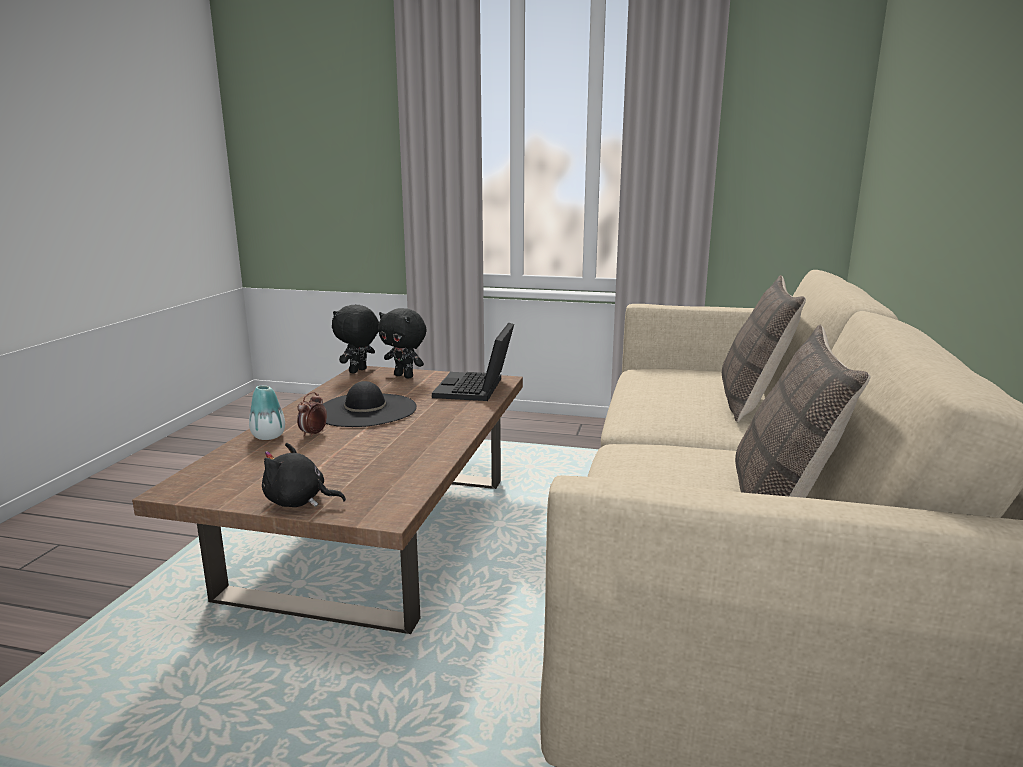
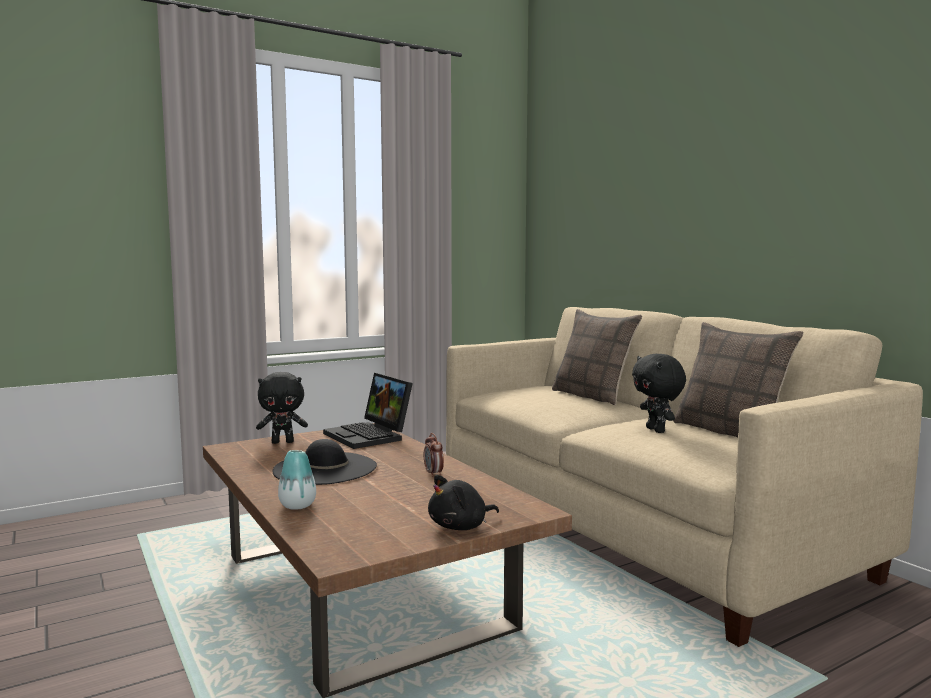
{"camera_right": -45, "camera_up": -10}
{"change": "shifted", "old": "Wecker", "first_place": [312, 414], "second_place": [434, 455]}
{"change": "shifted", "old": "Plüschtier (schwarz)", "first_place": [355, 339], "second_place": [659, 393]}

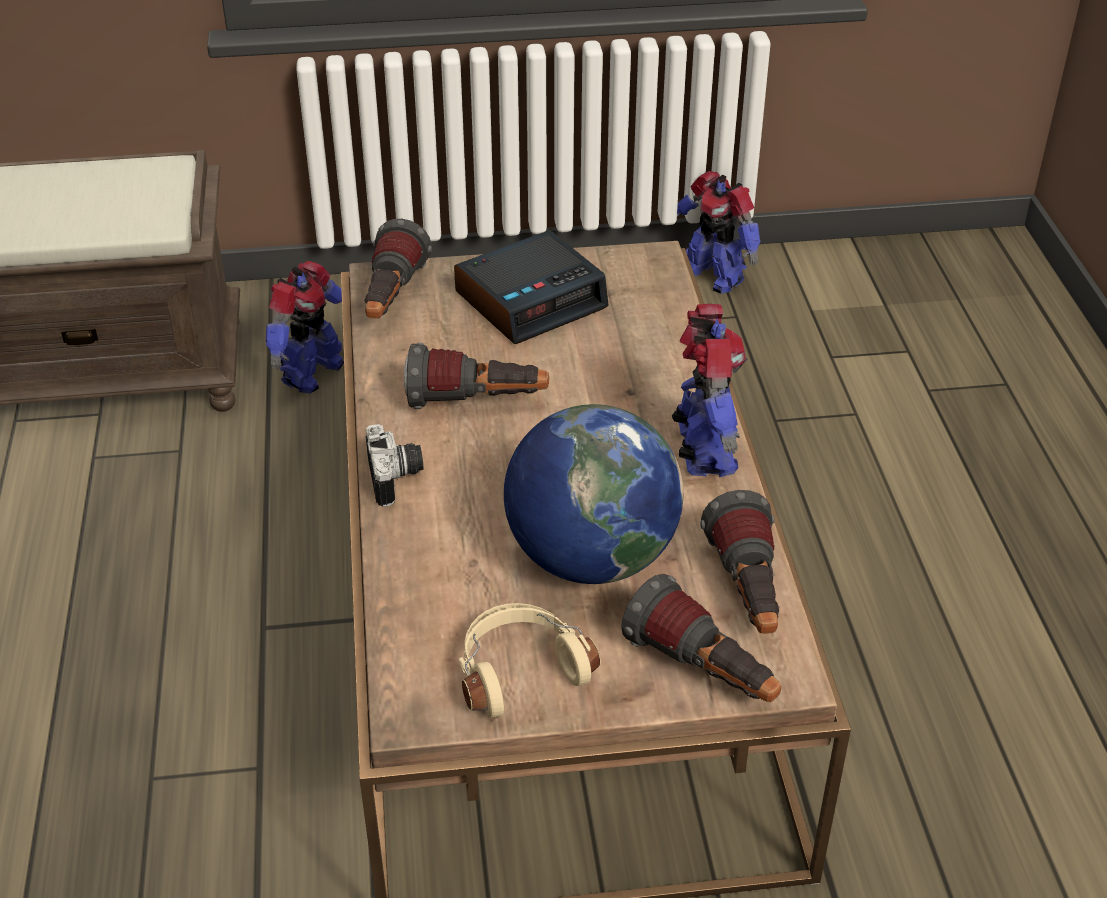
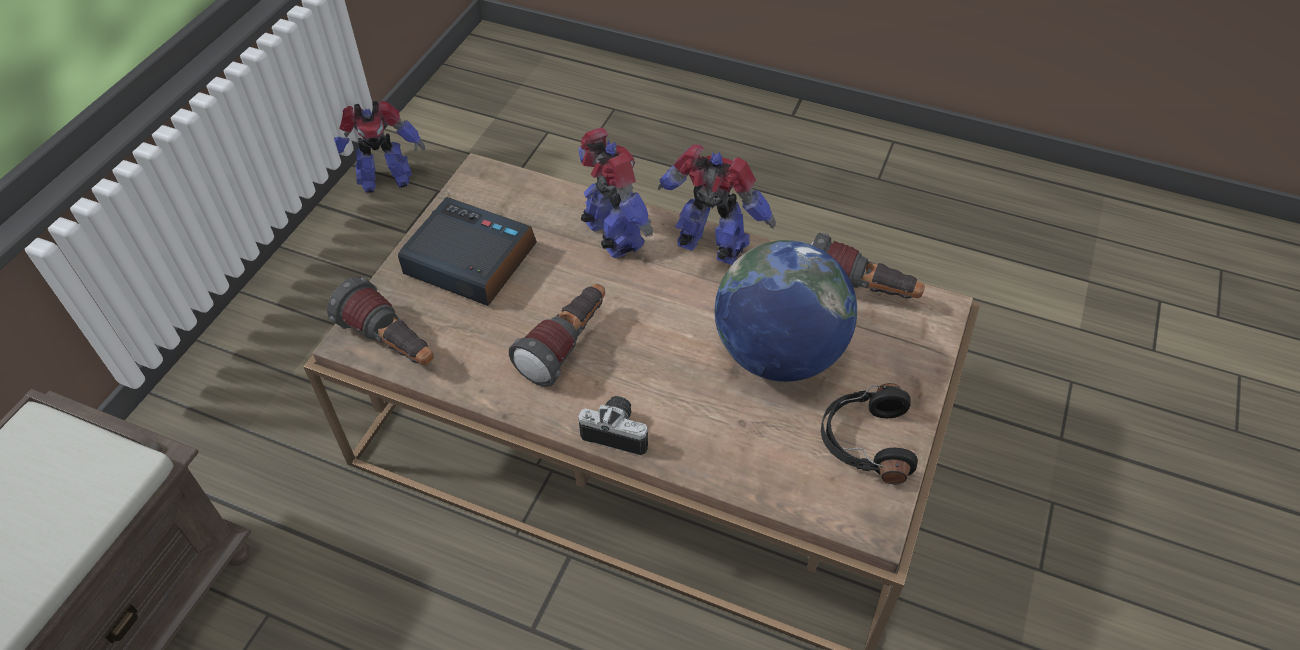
{"camera_right": -60, "camera_up": 10}
{"change": "shifted", "old": "Spielzeugroboter", "first_place": [305, 327], "second_place": [615, 193]}
{"change": "rotated", "old": "Wecker", "first_place": [531, 287], "second_place": [467, 251], "degrees": -60}
{"change": "repainted", "old": "Kopfhörer (beige)", "new": "Kopfhörer (schwarz)", "first_place": [529, 660], "second_place": [869, 433]}
{"change": "gone", "old": "Taschenlampe", "first_place": [701, 638]}

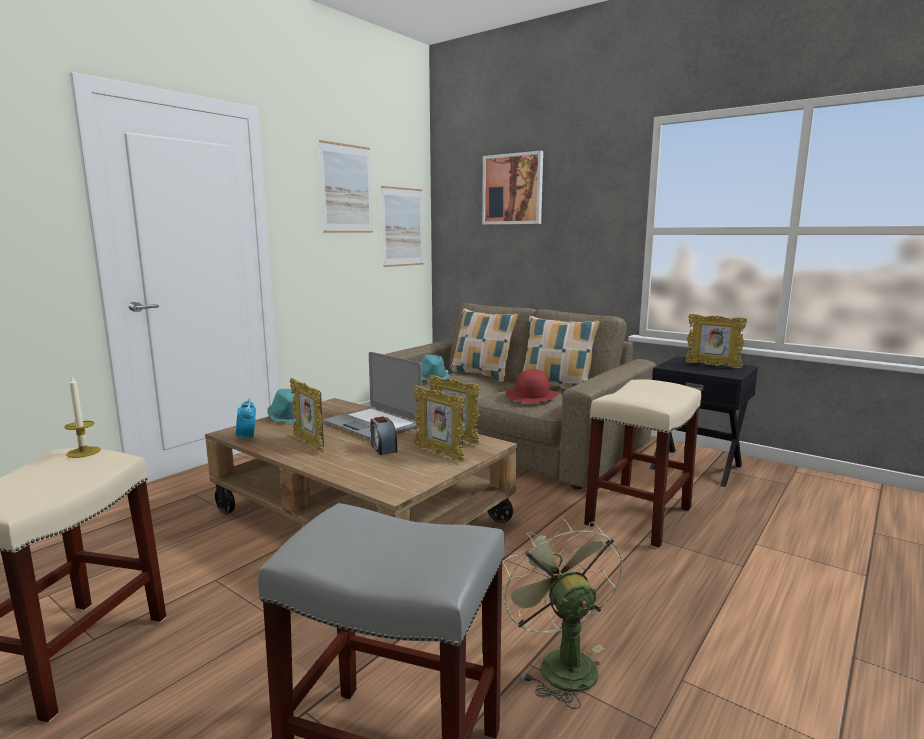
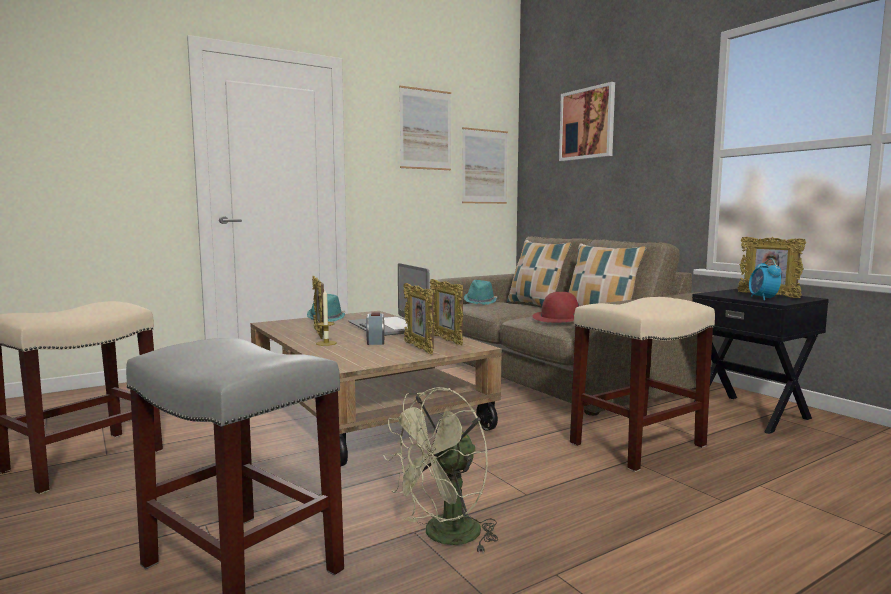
{"camera_right": 20, "camera_up": -5}
{"change": "shifted", "old": "Kerze", "first_place": [82, 417], "second_place": [326, 318]}
{"change": "shifted", "old": "Wecker", "first_place": [245, 420], "second_place": [765, 279]}
{"change": "rotated", "old": "Ventilator (grün)", "first_place": [562, 613], "second_place": [440, 470], "degrees": -135}

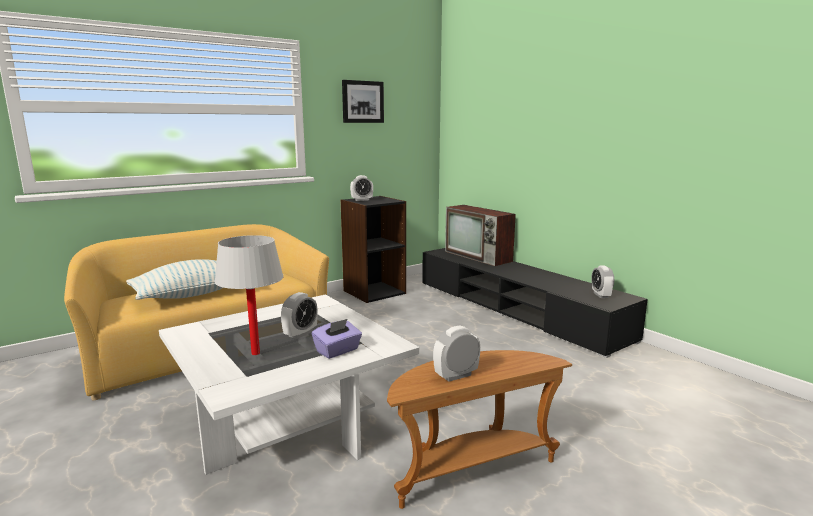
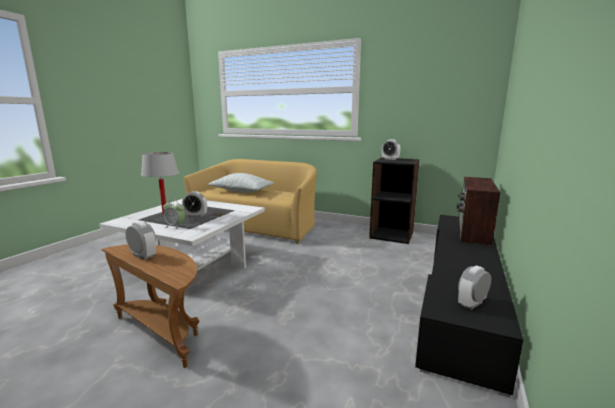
{"camera_right": 60, "camera_up": 0}
{"change": "swapped", "old": "Taschentuchbox (lila)", "new": "Wecker", "first_place": [337, 339], "second_place": [174, 215]}
{"change": "gone", "old": "Bild", "first_place": [363, 101]}

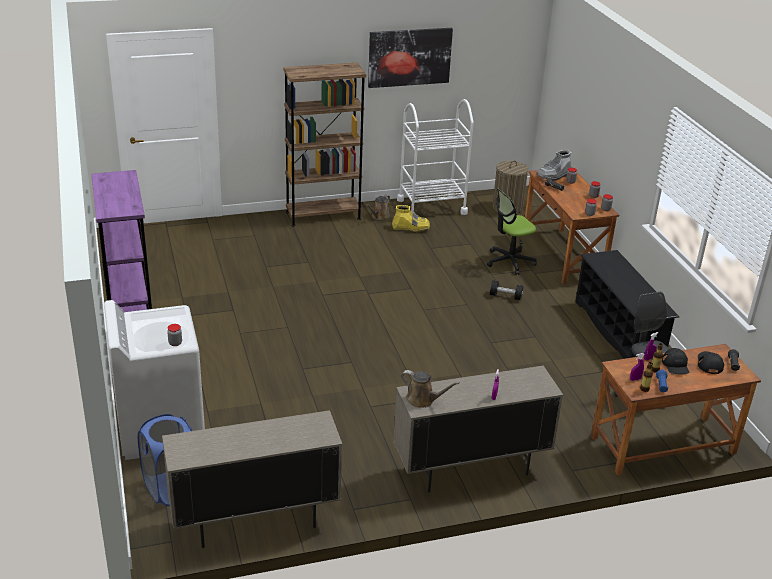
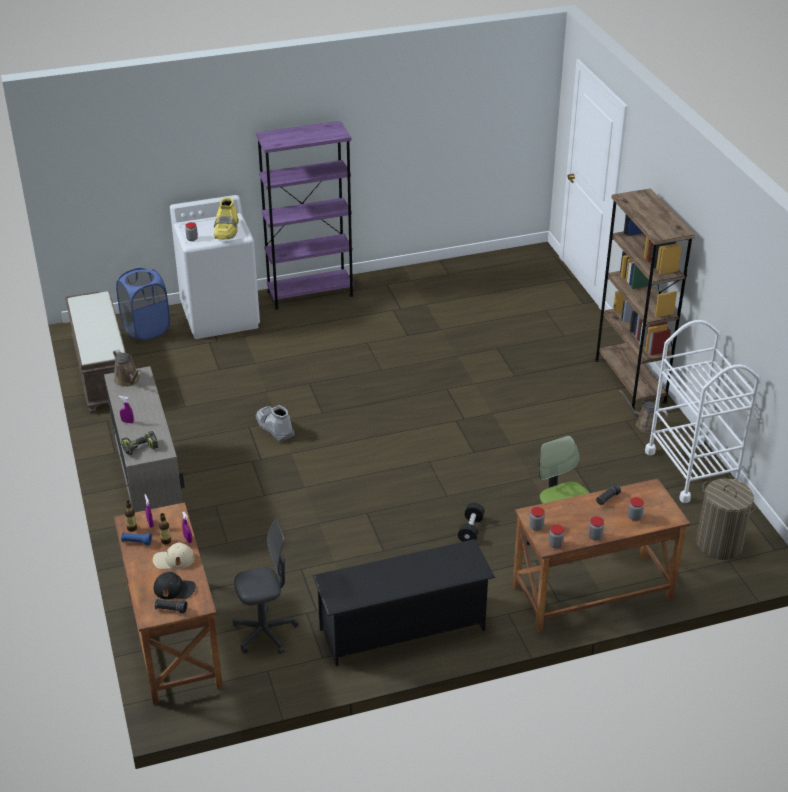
{"camera_right": 90, "camera_up": 5}
{"change": "swapped", "old": "Schrank (beige)", "new": "Bank (braun)", "first_place": [252, 479], "second_place": [95, 352]}
{"change": "gone", "old": "Bild", "first_place": [410, 58]}
{"change": "shifted", "old": "Stiefel (gelb)", "first_place": [411, 218], "second_place": [226, 218]}
{"change": "rotated", "old": "Gießkanne (braun)", "first_place": [430, 389], "second_place": [126, 368], "degrees": -60}
{"change": "shifted", "old": "Stiefel (grau)", "first_place": [554, 165], "second_place": [275, 423]}
{"change": "repainted", "old": "Kappe (schwarz)", "new": "Kappe (beige)", "first_place": [675, 361], "second_place": [174, 556]}
{"change": "new", "new": "Bohrmaschine", "second_place": [140, 443]}

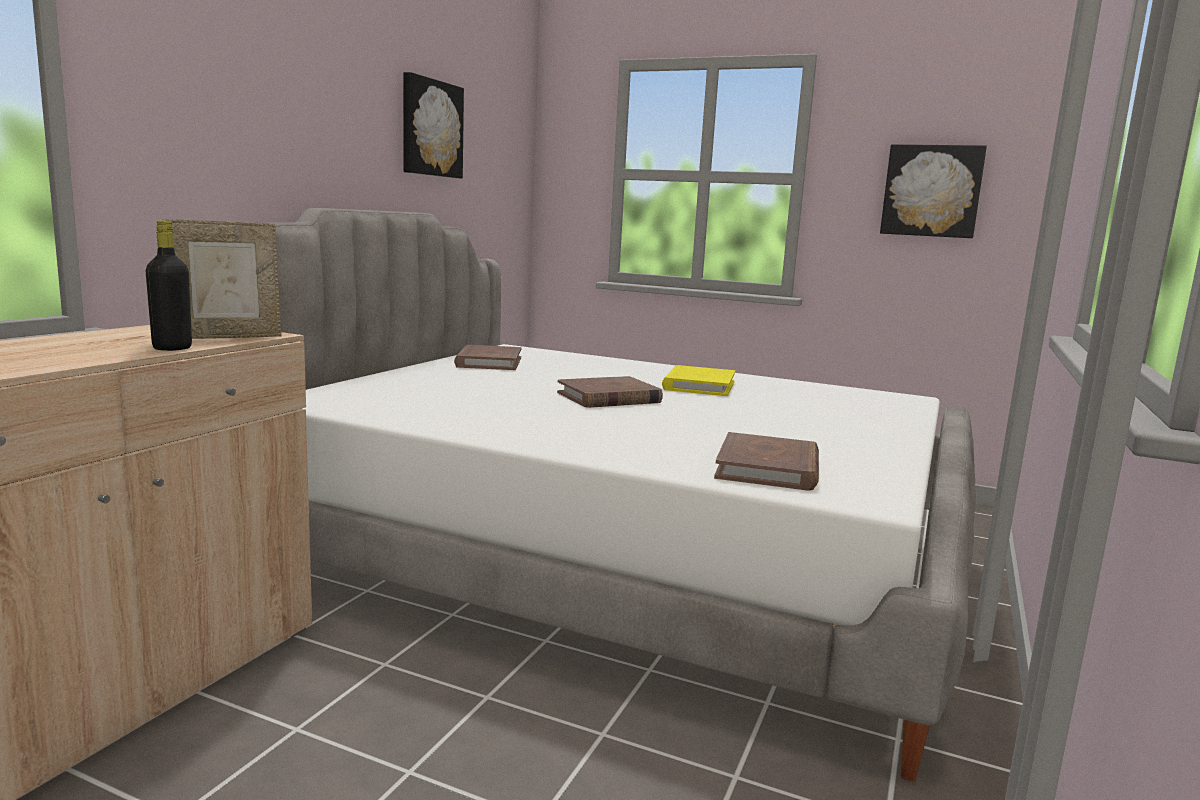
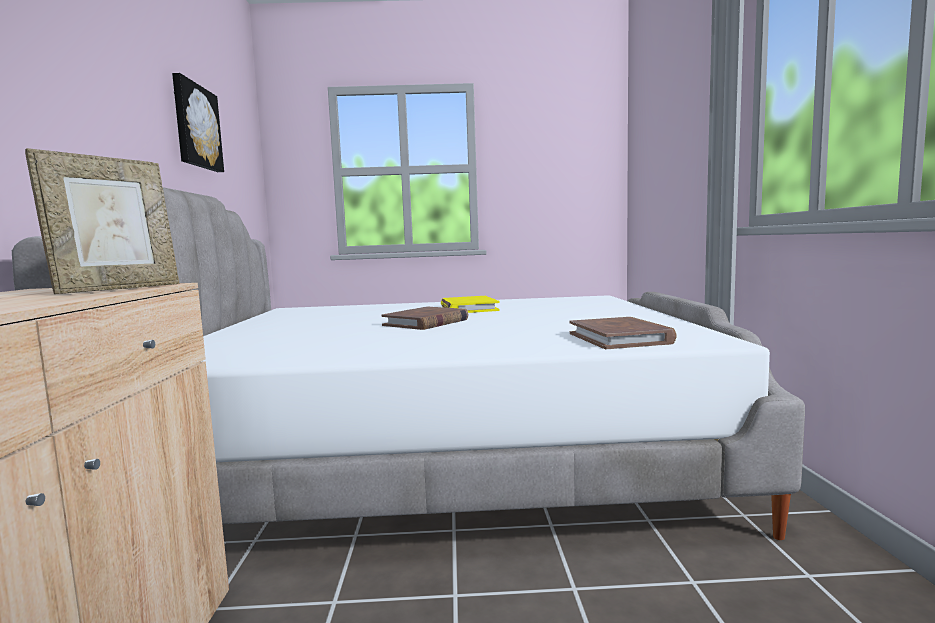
{"camera_right": -25, "camera_up": -5}
{"change": "gone", "old": "Flasche (schwarz)", "first_place": [169, 285]}
{"change": "gone", "old": "Buch (braun)", "first_place": [487, 357]}
{"change": "gone", "old": "Bild", "first_place": [933, 191]}

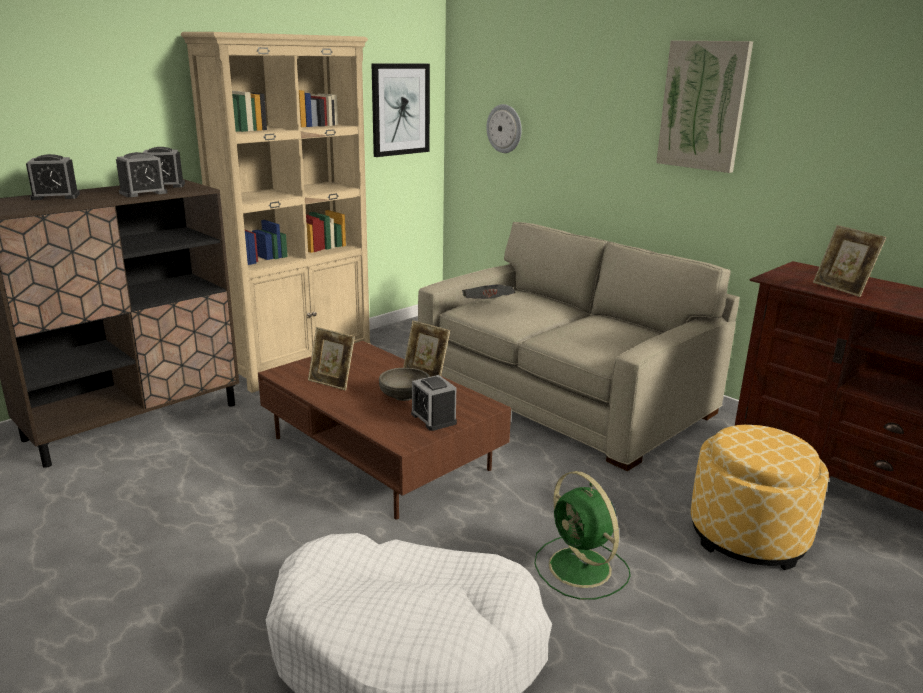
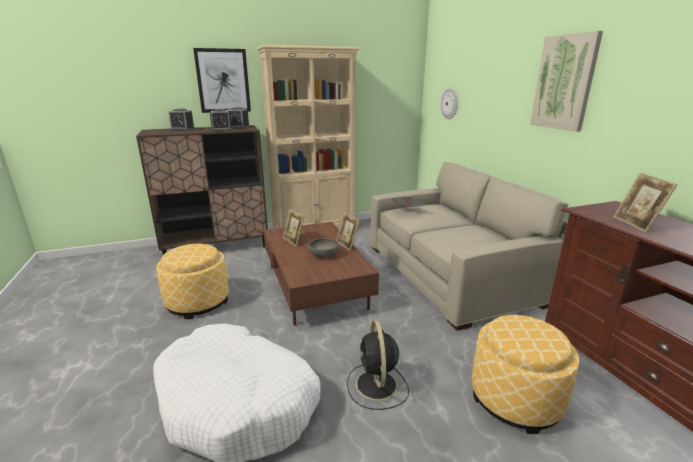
{"camera_right": 25, "camera_up": 0}
{"change": "shifted", "old": "Bild", "first_place": [401, 110], "second_place": [222, 80]}
{"change": "gone", "old": "Wecker", "first_place": [434, 403]}
{"change": "repainted", "old": "Ventilator (grün)", "new": "Ventilator (schwarz)", "first_place": [582, 535], "second_place": [378, 365]}
{"change": "new", "new": "Polsterhocker", "second_place": [192, 281]}

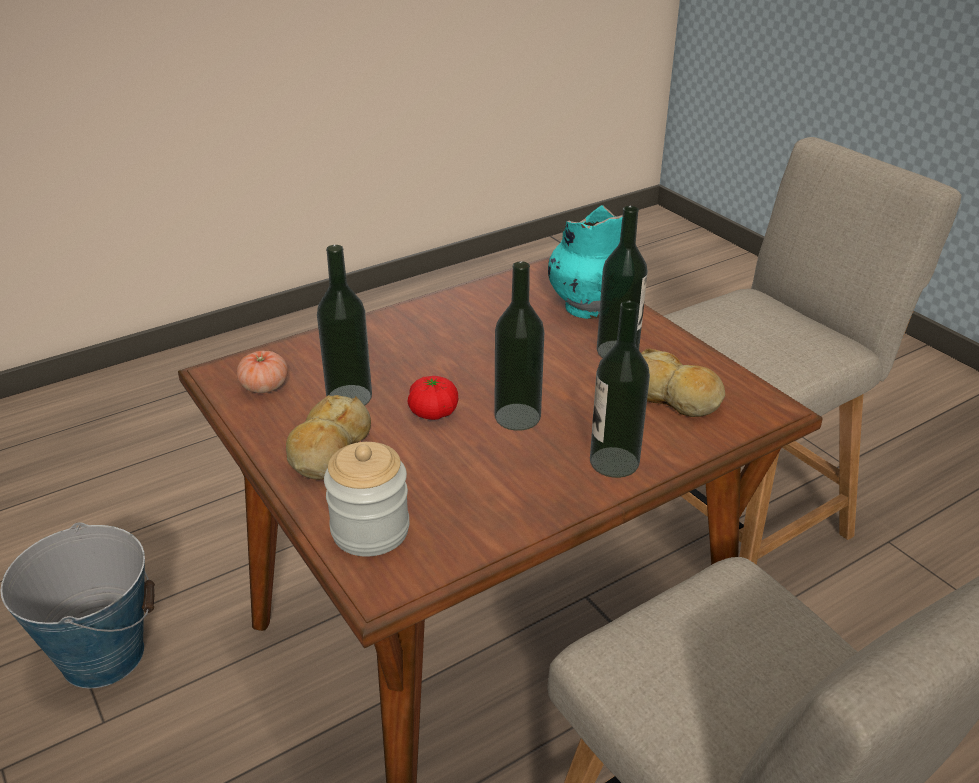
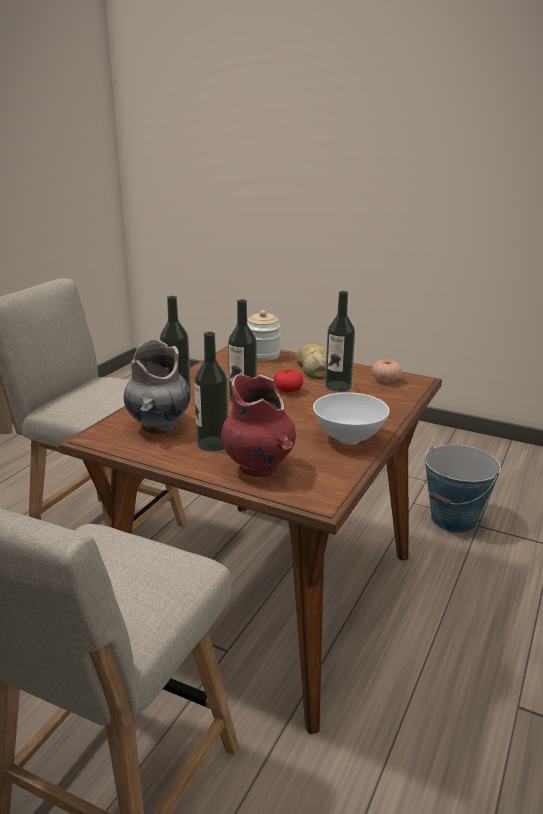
{"camera_right": 150, "camera_up": -10}
{"change": "repainted", "old": "Vase (türkis)", "new": "Vase (rot)", "first_place": [585, 262], "second_place": [258, 425]}
{"change": "swapped", "old": "Brot", "new": "Vase (grau)", "first_place": [683, 382], "second_place": [157, 386]}
{"change": "new", "new": "Schüssel (weiß)", "second_place": [351, 418]}

